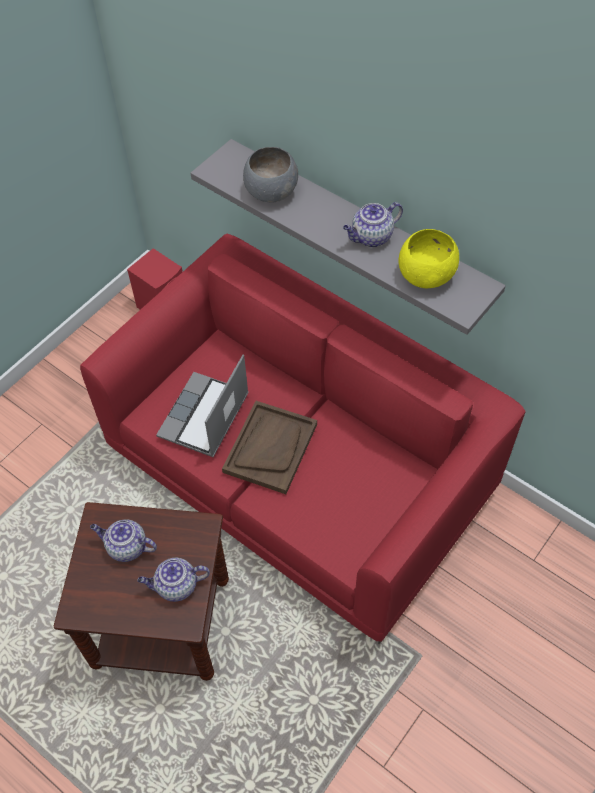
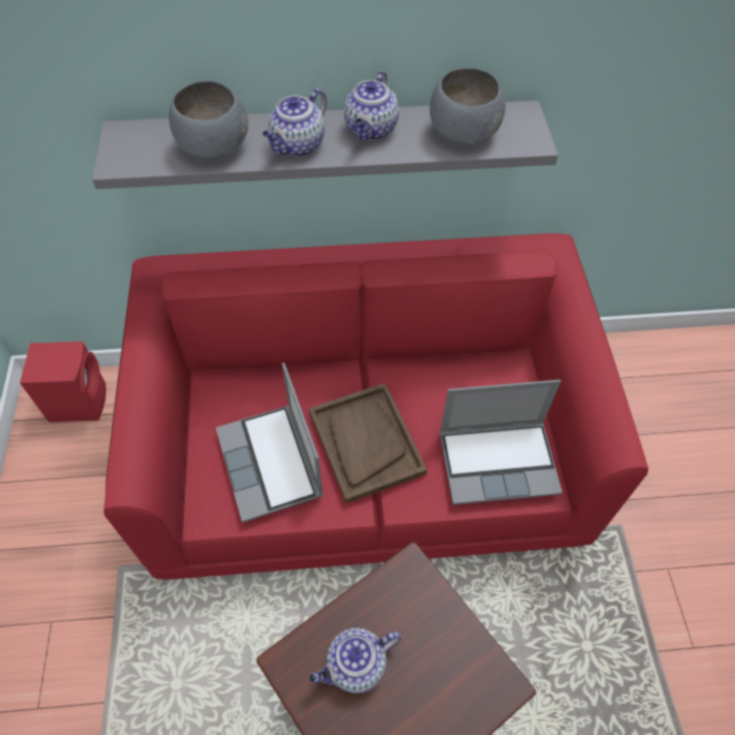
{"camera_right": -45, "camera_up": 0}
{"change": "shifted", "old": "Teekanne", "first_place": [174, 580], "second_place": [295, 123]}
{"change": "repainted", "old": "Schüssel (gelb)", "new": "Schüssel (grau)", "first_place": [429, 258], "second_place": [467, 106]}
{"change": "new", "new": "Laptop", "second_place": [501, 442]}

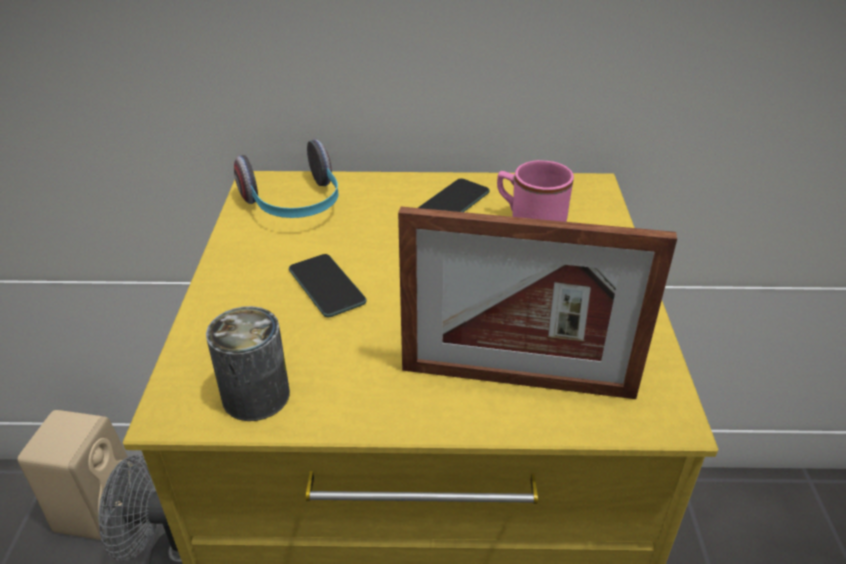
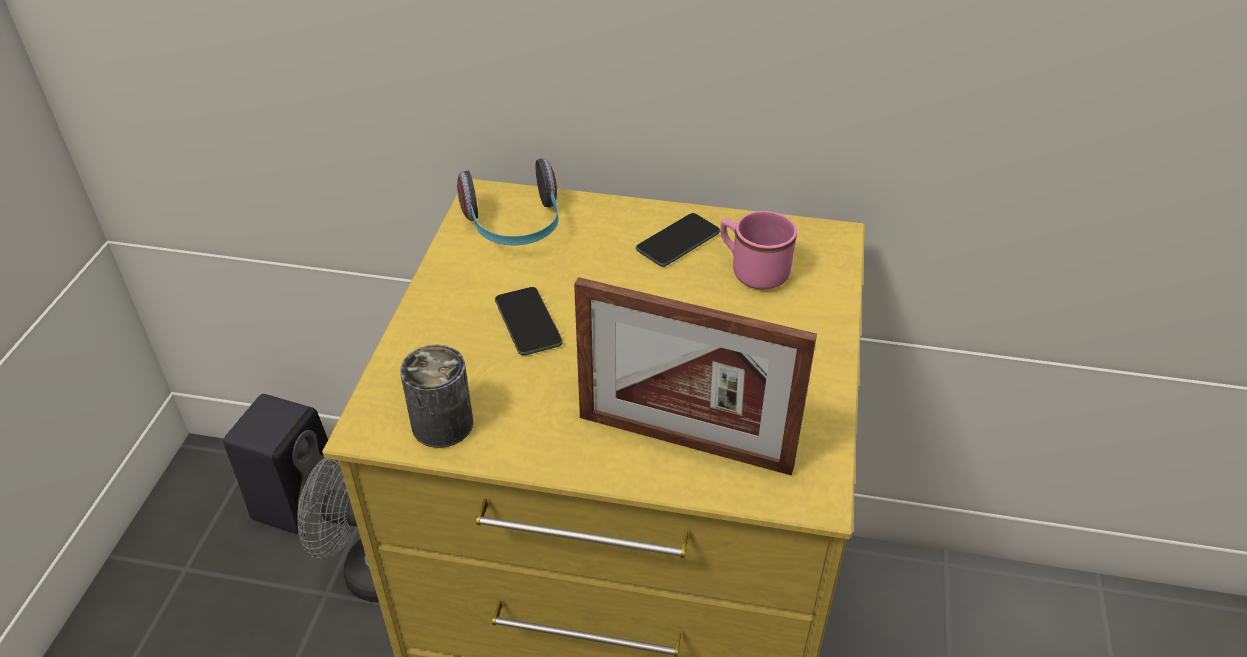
{"camera_right": 10, "camera_up": 5}
{"change": "repainted", "old": "Lautsprecher (beige)", "new": "Lautsprecher (schwarz)", "first_place": [75, 475], "second_place": [280, 465]}

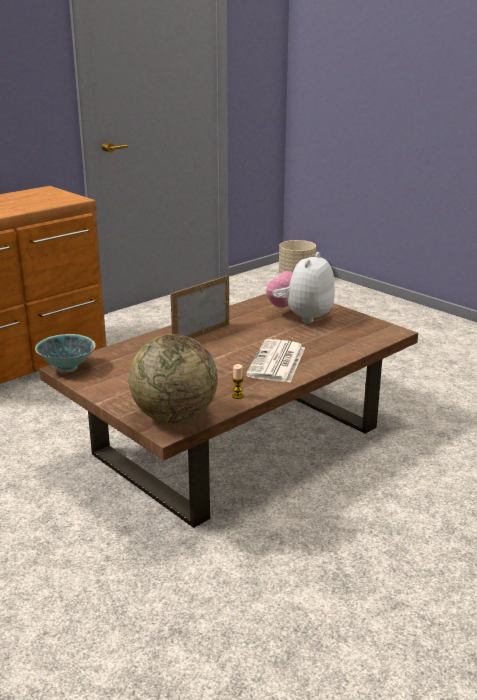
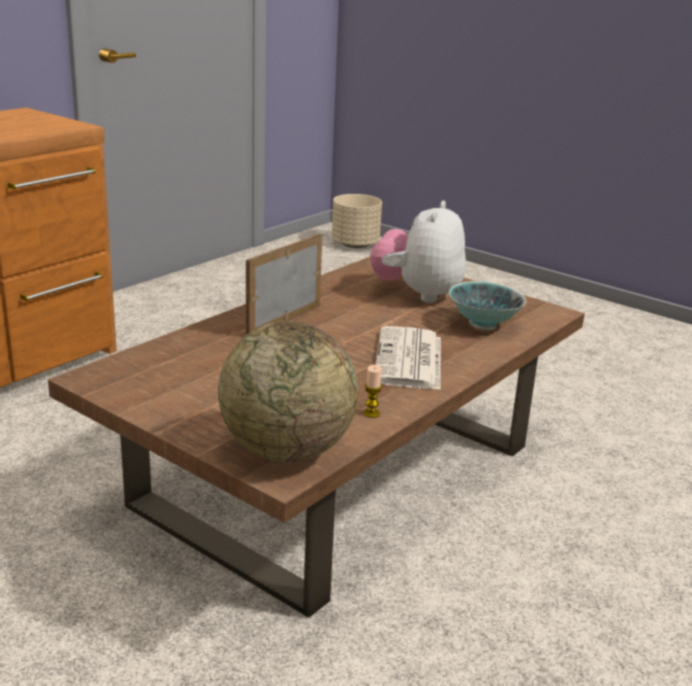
{"camera_right": -10, "camera_up": 0}
{"change": "shifted", "old": "Schüssel", "first_place": [65, 353], "second_place": [488, 305]}

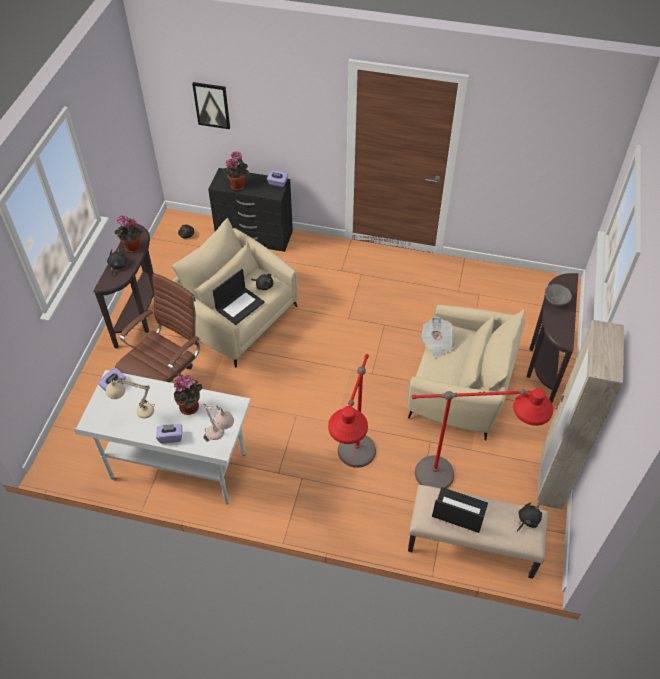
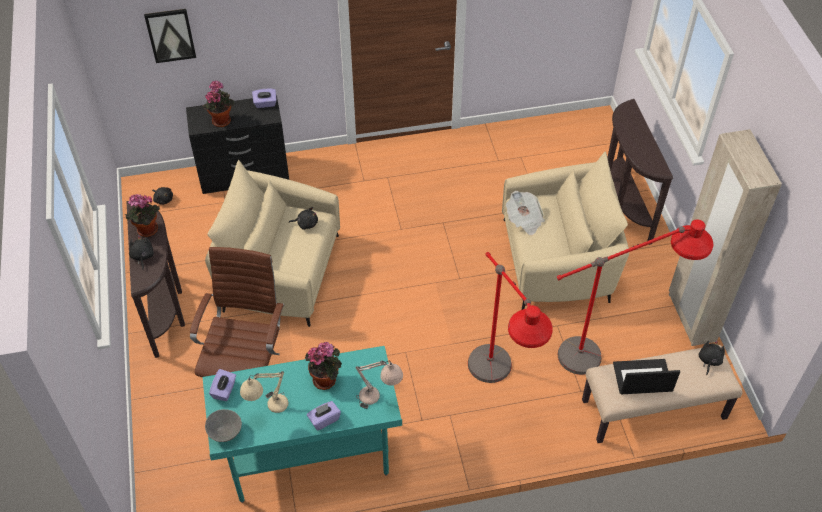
{"camera_right": -25, "camera_up": 0}
{"change": "repainted", "old": "Schreibtisch (weiß)", "new": "Schreibtisch (türkis)", "first_place": [162, 437], "second_place": [302, 424]}
{"change": "gone", "old": "Laptop", "first_place": [239, 297]}
{"change": "shifted", "old": "Schüssel (grau)", "first_place": [558, 295], "second_place": [223, 425]}

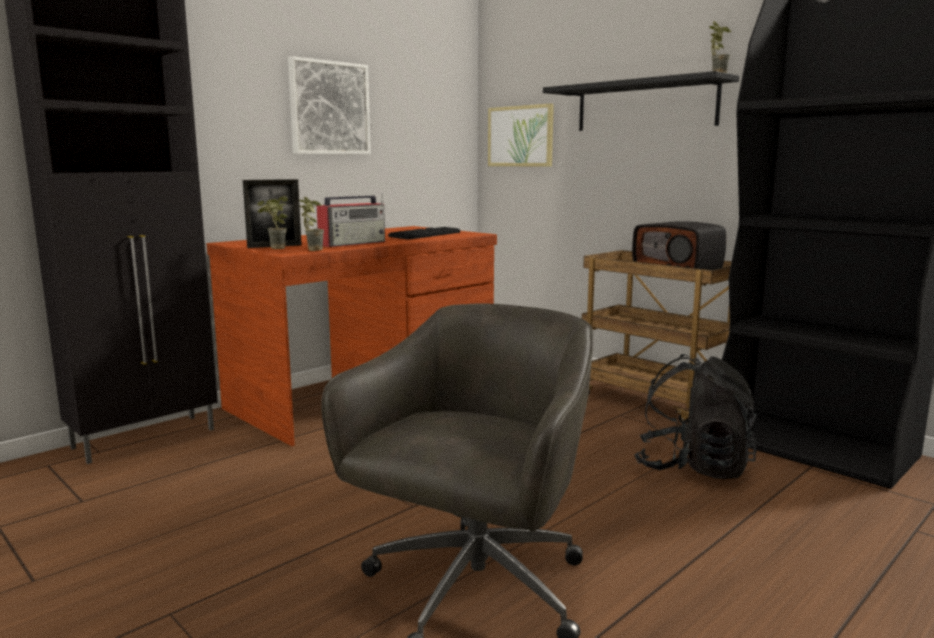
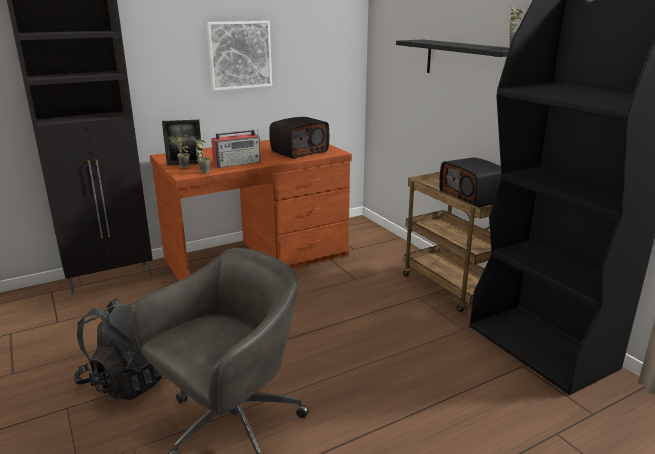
{"camera_right": 15, "camera_up": 10}
{"change": "swapped", "old": "Tastatur", "new": "Radio", "first_place": [424, 233], "second_place": [299, 138]}
{"change": "gone", "old": "Bild", "first_place": [521, 135]}
{"change": "shifted", "old": "Rucksack (schwarz)", "first_place": [695, 416], "second_place": [118, 349]}

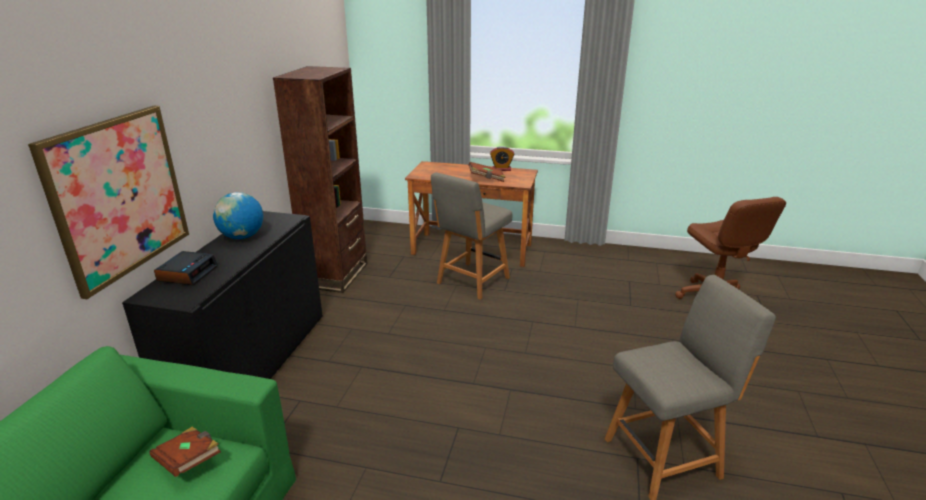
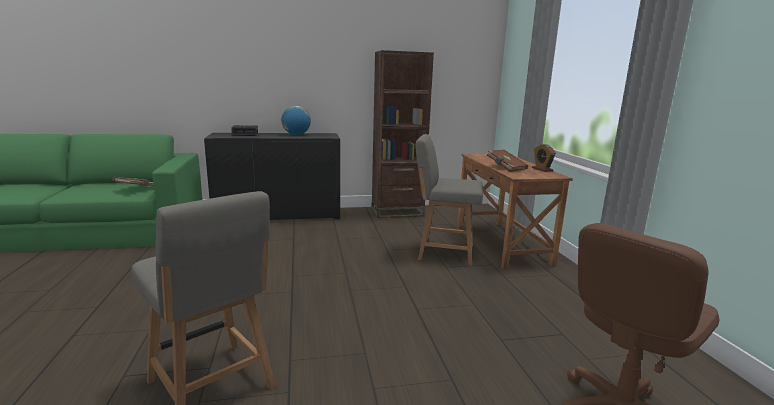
{"camera_right": 65, "camera_up": -10}
{"change": "gone", "old": "Bild", "first_place": [108, 202]}

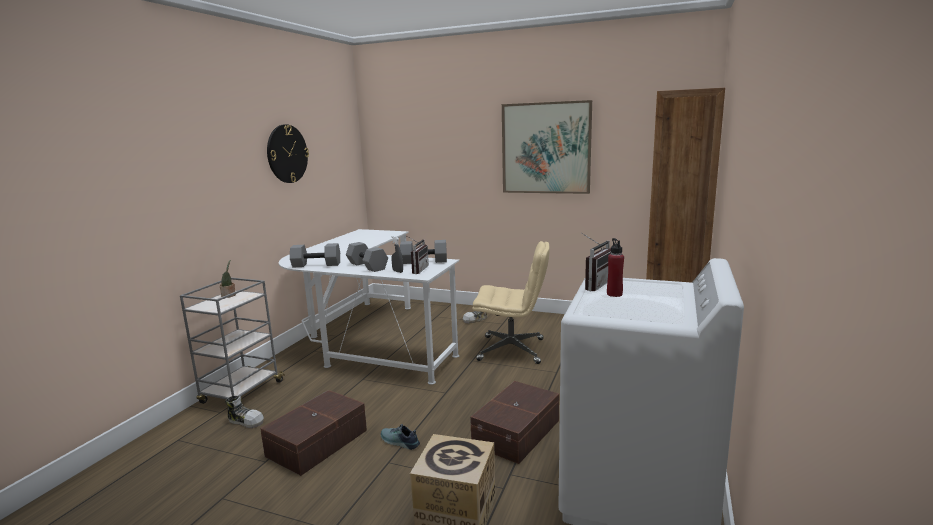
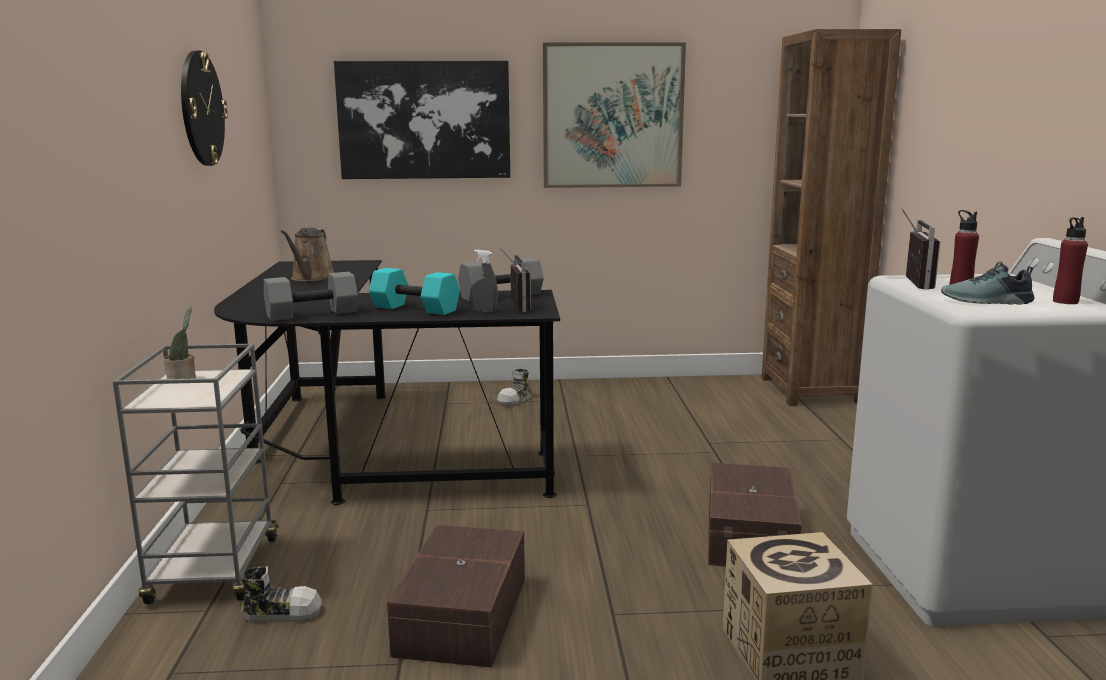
{"camera_right": -25, "camera_up": 0}
{"change": "repainted", "old": "Schreibtisch (weiß)", "new": "Schreibtisch (schwarz)", "first_place": [369, 307], "second_place": [387, 382]}
{"change": "repainted", "old": "Hantel (grau)", "new": "Hantel (türkis)", "first_place": [367, 257], "second_place": [414, 291]}
{"change": "shifted", "old": "Schuh", "first_place": [400, 437], "second_place": [988, 283]}
{"change": "gone", "old": "Bürostuhl (beige)", "first_place": [511, 302]}
{"change": "new", "new": "Gießkanne (braun)", "second_place": [307, 255]}
{"change": "new", "new": "Bild", "second_place": [422, 120]}
{"change": "new", "new": "Flasche (rot)", "second_place": [1070, 260]}

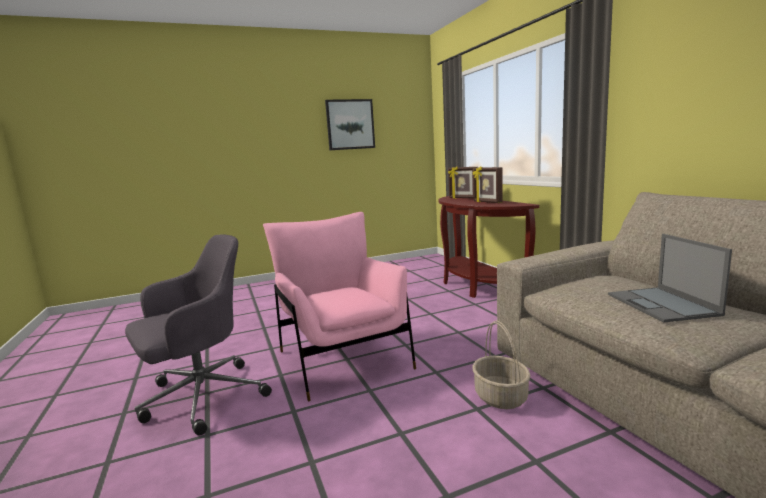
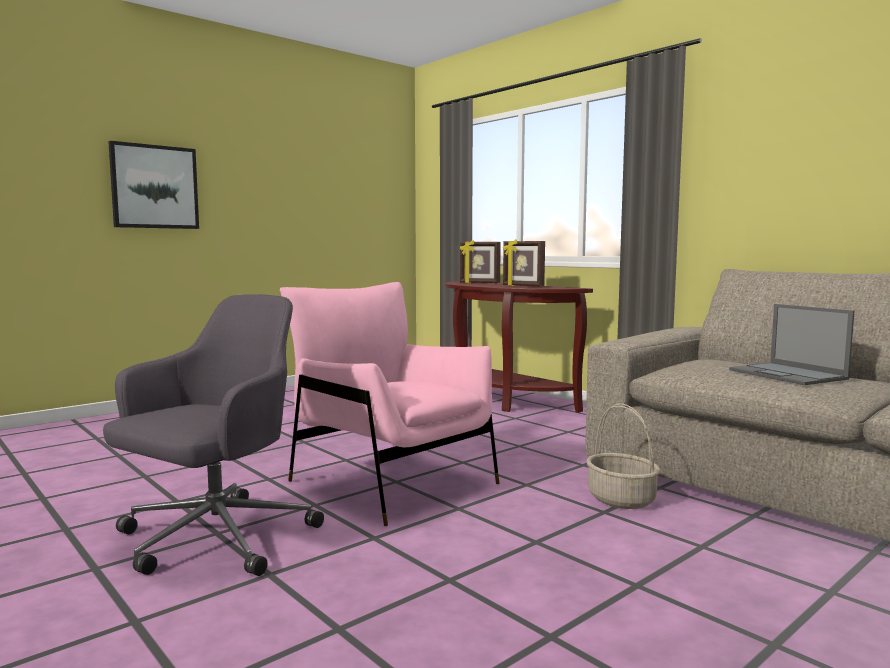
{"camera_right": -20, "camera_up": -5}
{"change": "shifted", "old": "Bild", "first_place": [350, 124], "second_place": [153, 185]}

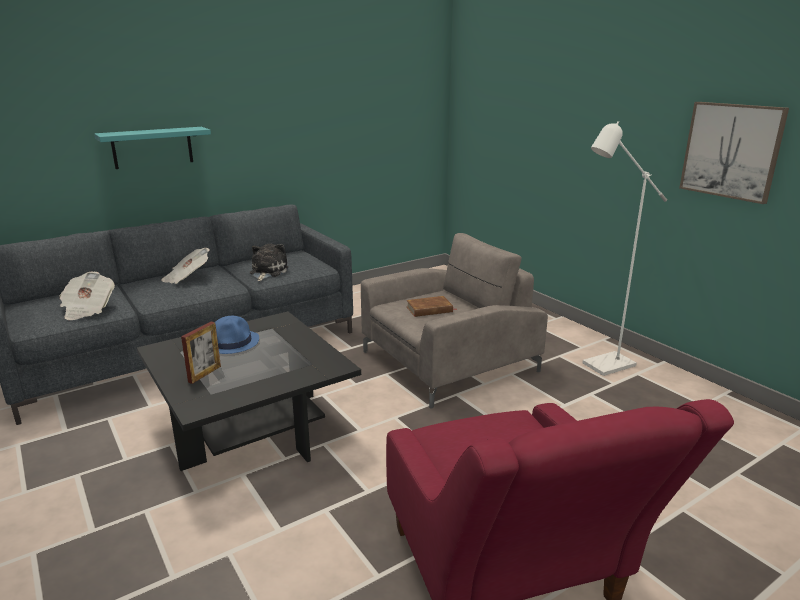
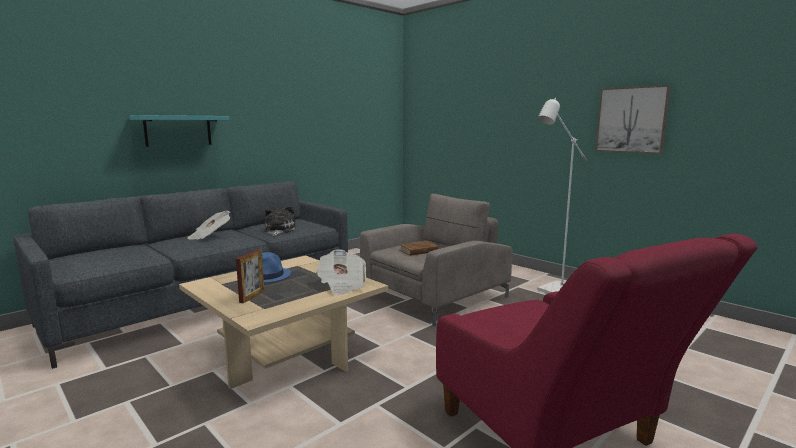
{"camera_right": -10, "camera_up": -10}
{"change": "shifted", "old": "Zeitung", "first_place": [87, 296], "second_place": [341, 272]}
{"change": "repainted", "old": "Couchtisch (schwarz)", "new": "Couchtisch (beige)", "first_place": [249, 391], "second_place": [283, 322]}

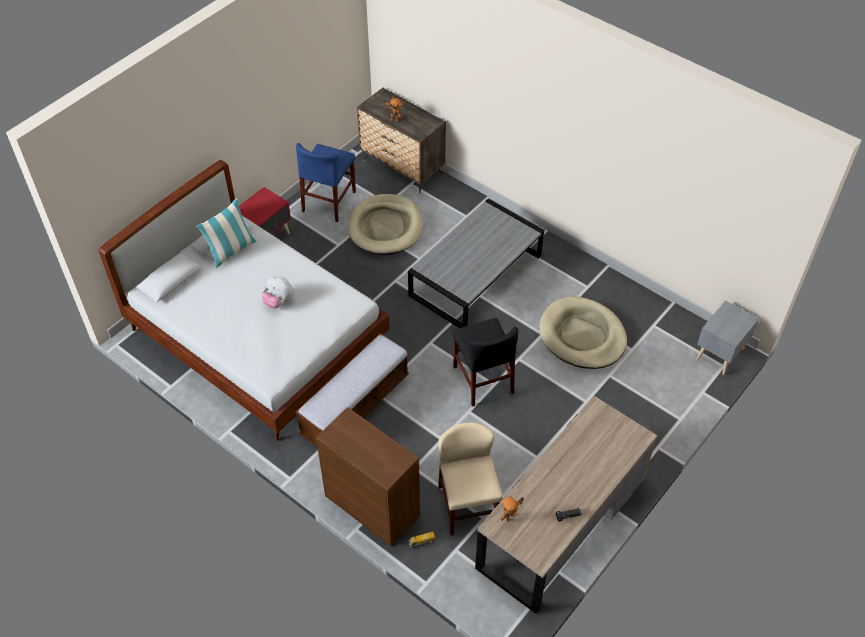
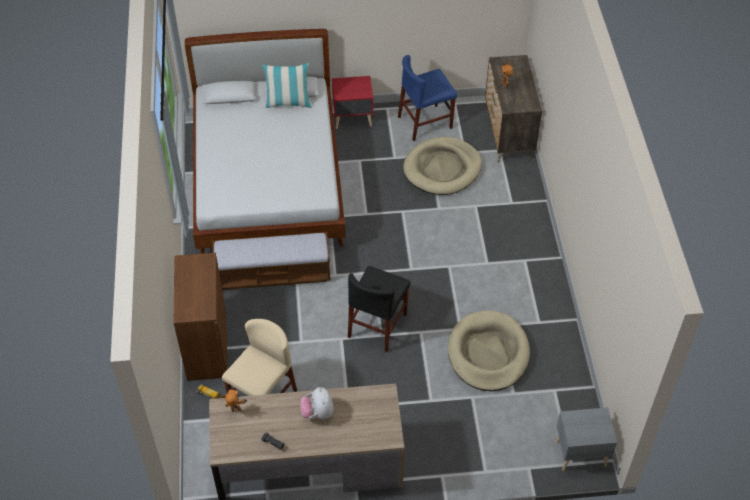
{"camera_right": 45, "camera_up": 0}
{"change": "shifted", "old": "Plüschtier", "first_place": [277, 292], "second_place": [317, 403]}
{"change": "gone", "old": "Couchtisch (grau)", "first_place": [476, 263]}

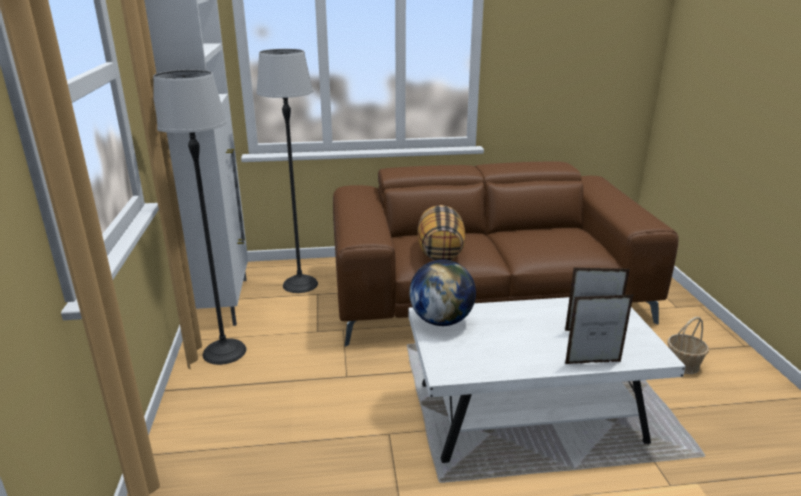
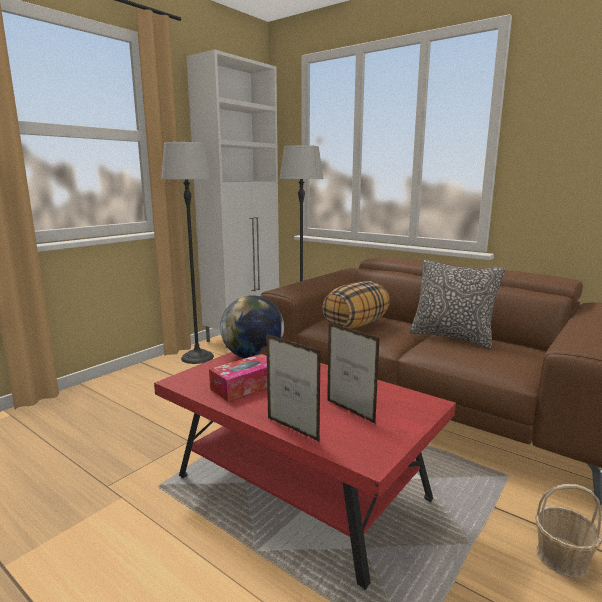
{"camera_right": 45, "camera_up": -10}
{"change": "repainted", "old": "Couchtisch (weiß)", "new": "Couchtisch (rot)", "first_place": [547, 380], "second_place": [305, 471]}
{"change": "new", "new": "Taschentuchbox", "second_place": [238, 377]}
{"change": "new", "new": "Kissen", "second_place": [457, 304]}

